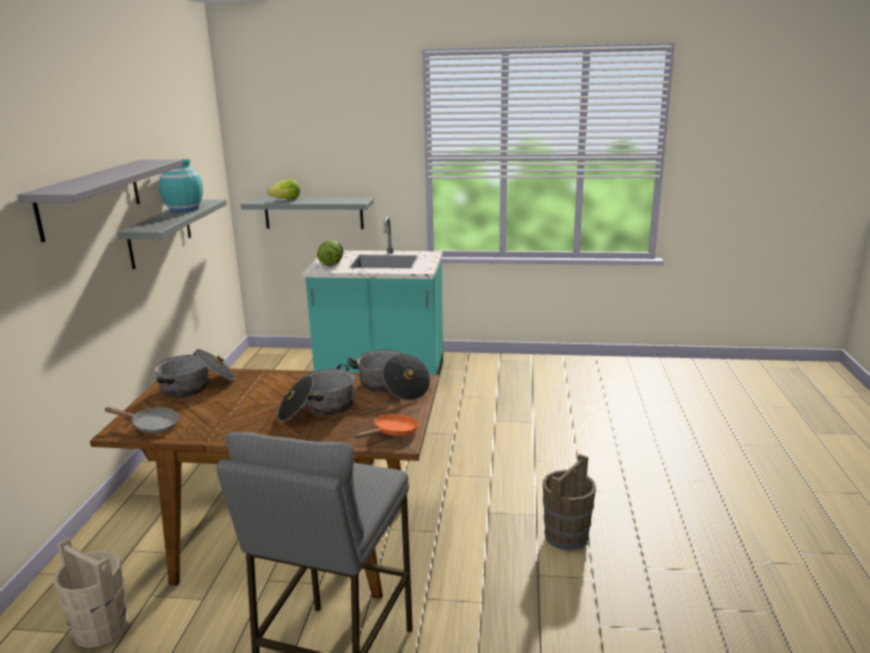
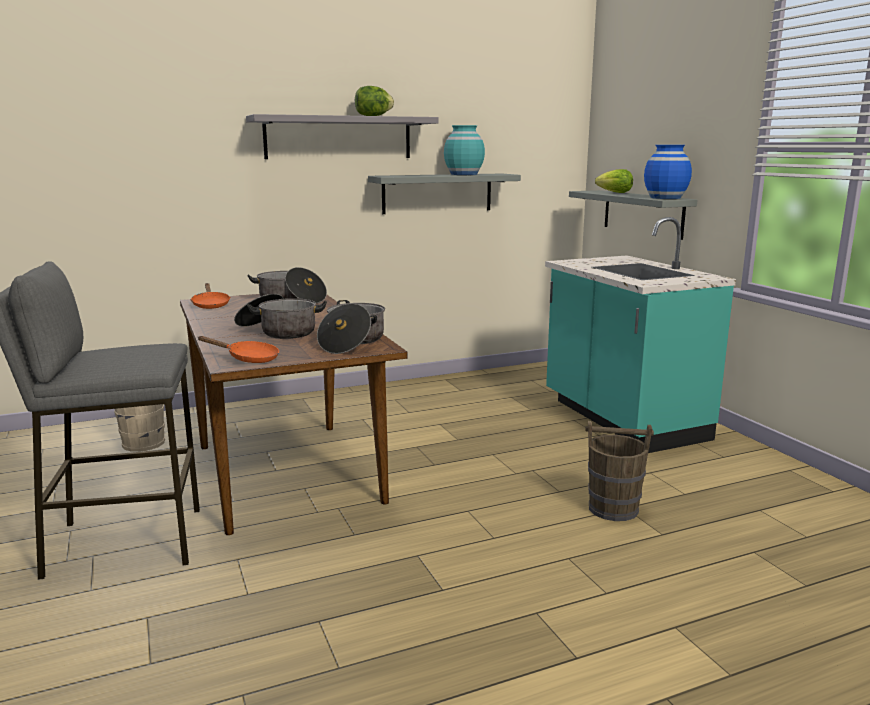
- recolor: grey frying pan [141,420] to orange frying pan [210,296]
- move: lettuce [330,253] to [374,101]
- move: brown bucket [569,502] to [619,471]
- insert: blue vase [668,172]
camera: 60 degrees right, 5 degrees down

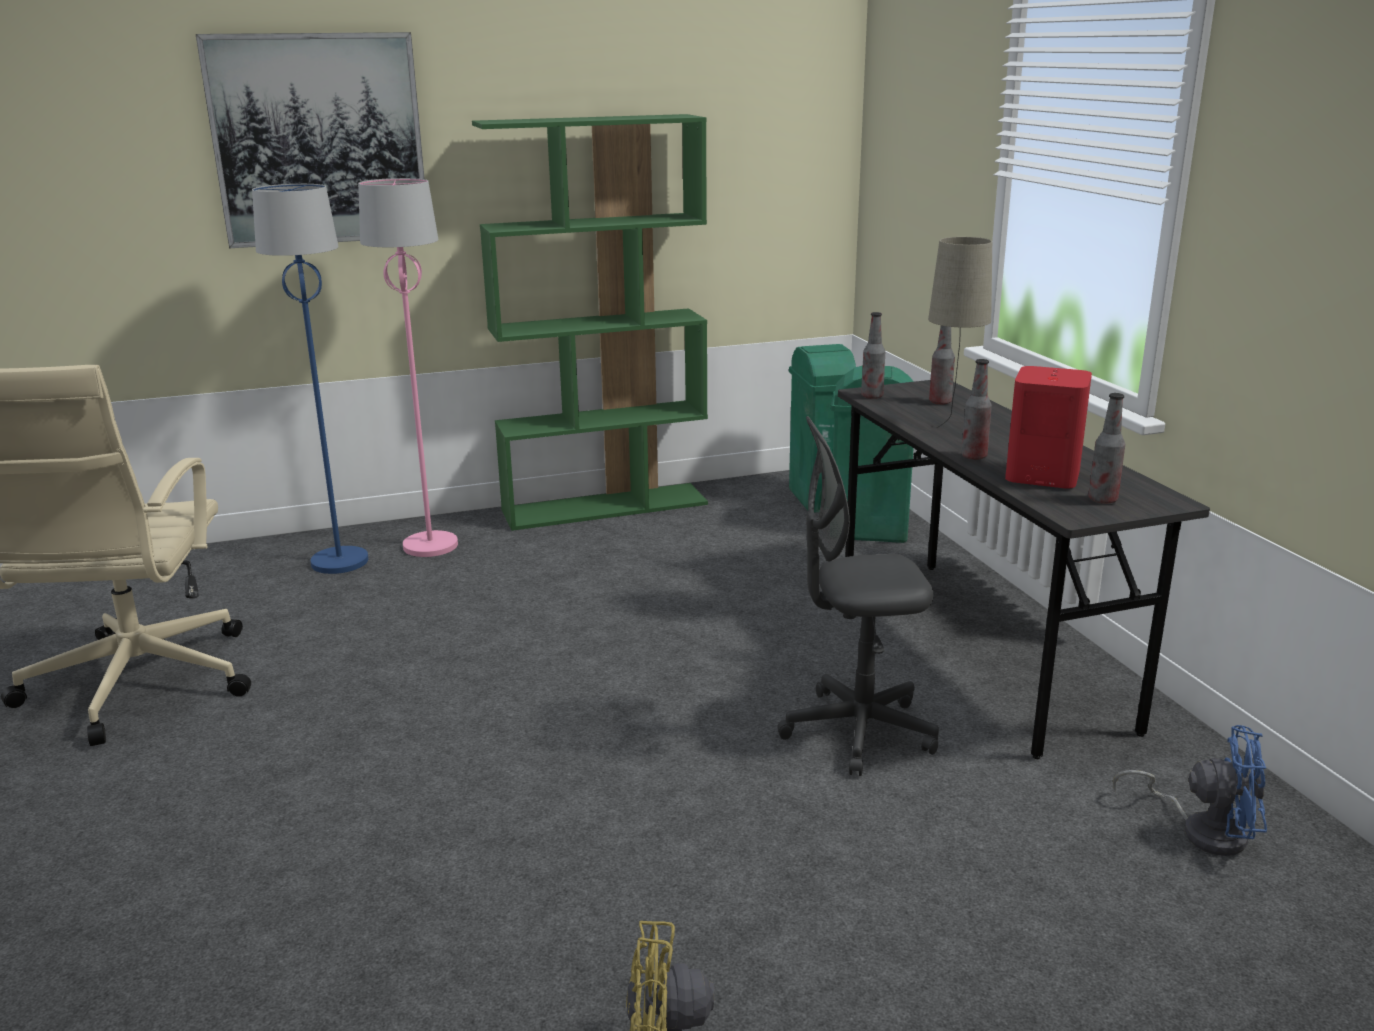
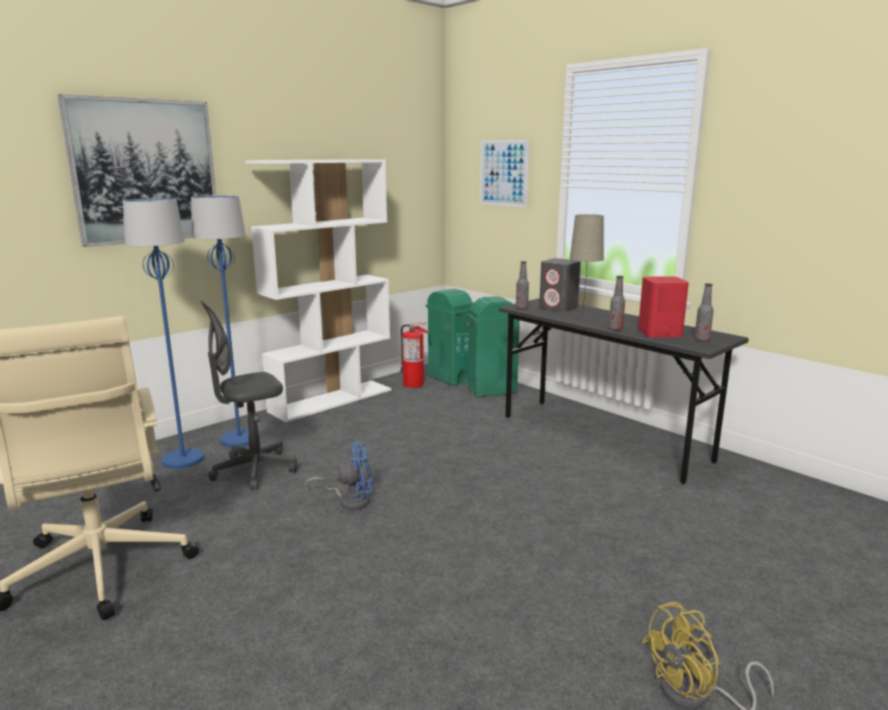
- recolor: pink floor lamp [408,367] to blue floor lamp [220,321]
- move: grey office chair [858,596] to [249,395]
- recolor: green bookcase [590,322] to white bookcase [318,290]
- move: blue fan [1190,790] to [338,476]
- insert: fire extinguisher [414,355]
- insert: picture [505,173]
- replace: bottle [942,365] to grey speaker [560,285]
camera: 25 degrees left, 5 degrees down

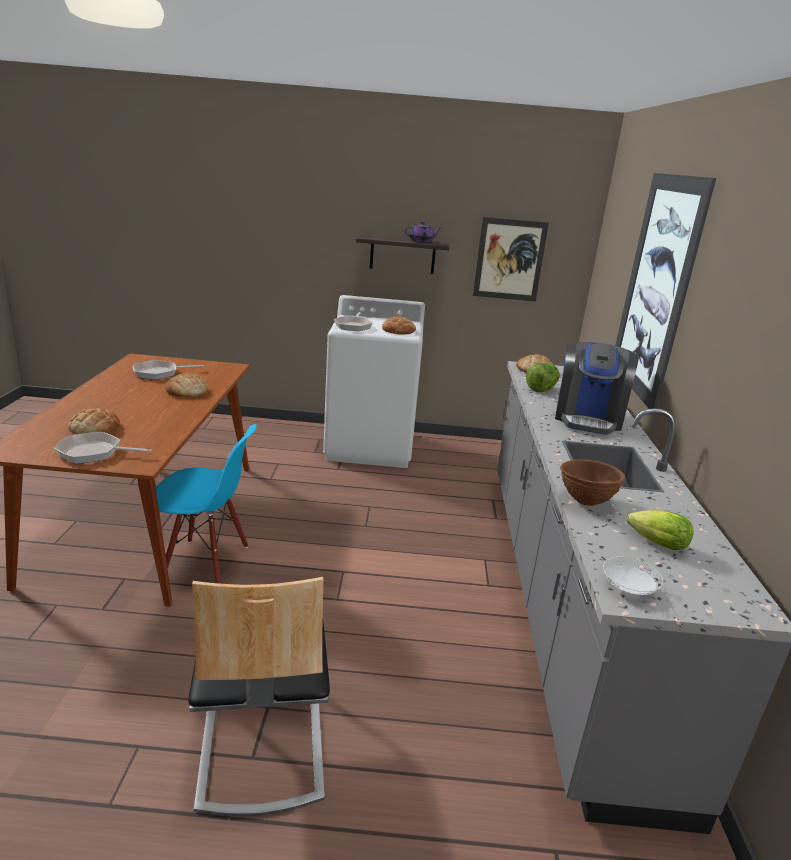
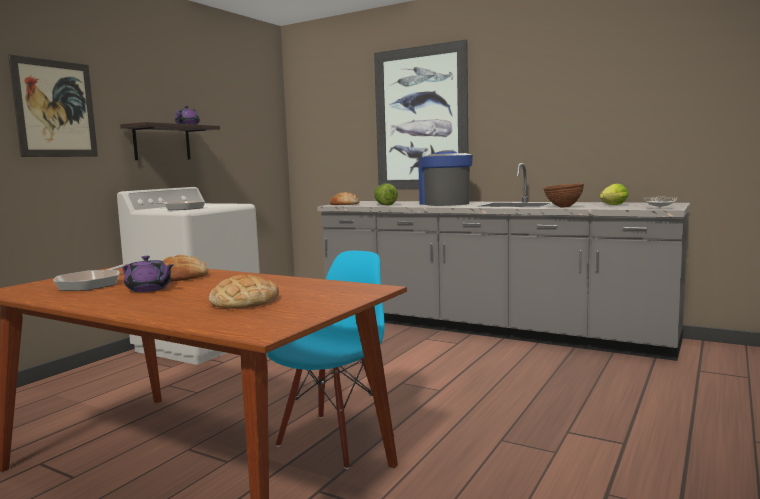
- move: picture [511,259] to [53,105]
- insert: purple teapot [148,274]
- rotate: coffee machine [597,388] = [446,178] 150 degrees counterclockwise
- delete: frying pan [103,448]
- delete: chair [259,696]
- delete: bread [399,325]
camera: 60 degrees left, 15 degrees down

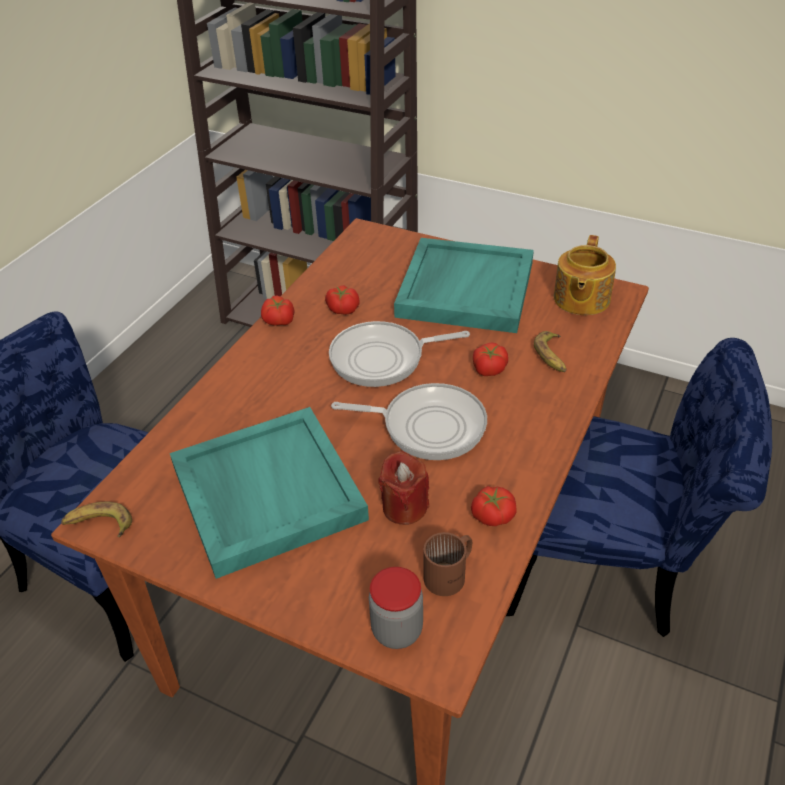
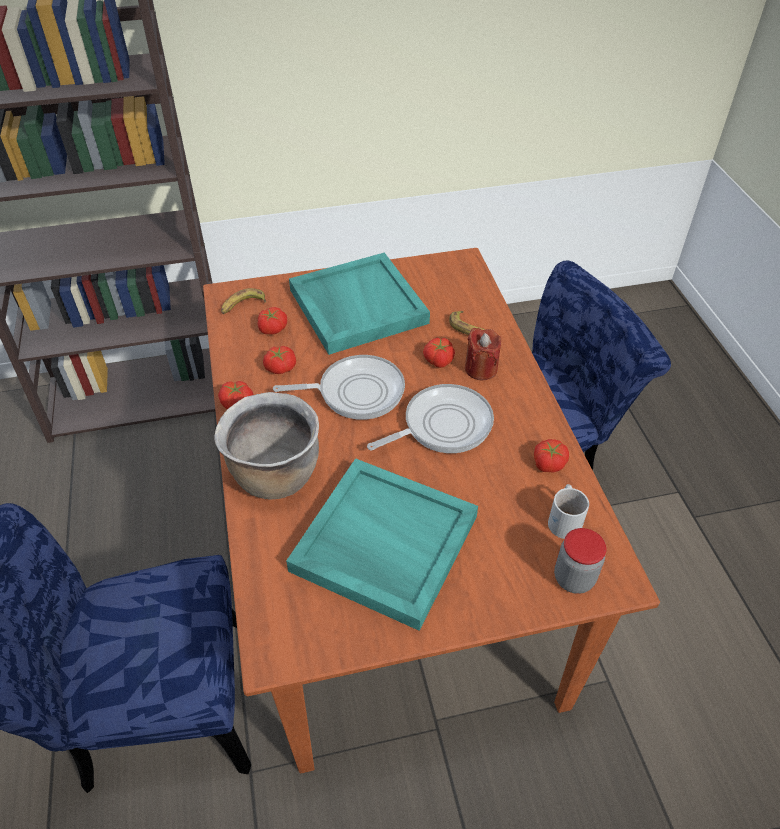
- insert: brown cooking pot [267,446]
- move: banana [96,519] to [243,301]
- insert: tomato [272,321]
- rotate: frying pan [399,354] = [339,387] 135 degrees counterclockwise
- move: red candle [404,488] to [483,354]
- recolor: brown mug [447,564] to white mug [568,511]
- delete: teapot [585,275]
camera: 40 degrees left, 5 degrees up

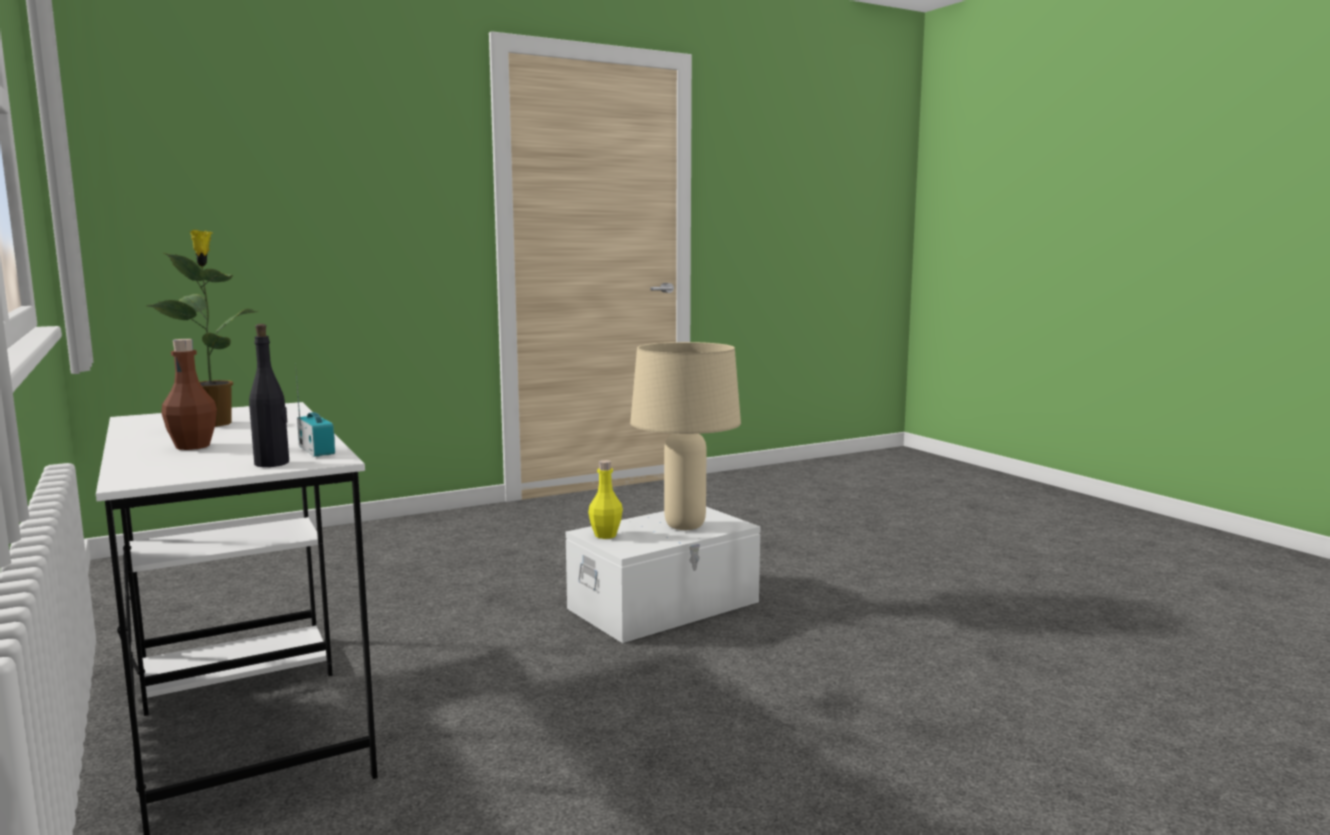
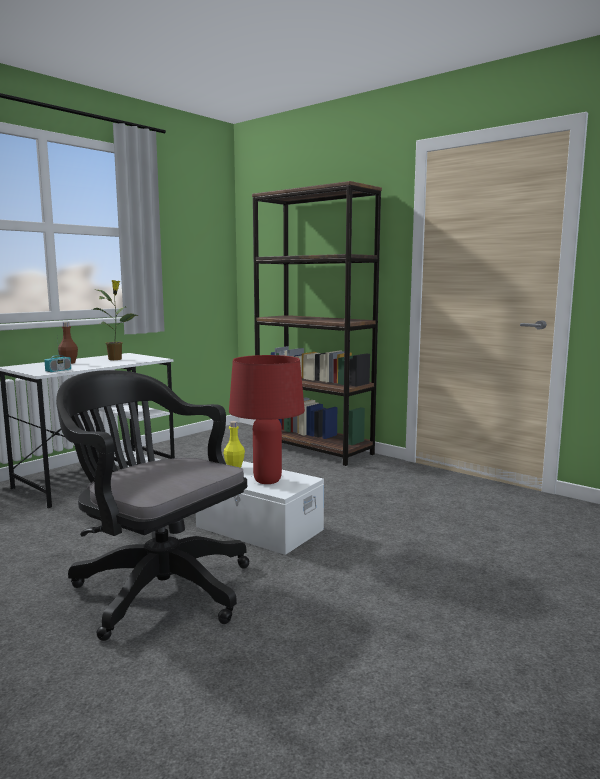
- insert: black office chair [153,505]
- recolor: beige table lamp [685,436] to red table lamp [267,419]
- insert: brown bookcase [317,323]
- delete: black bottle [269,395]
camera: 70 degrees right, 0 degrees up

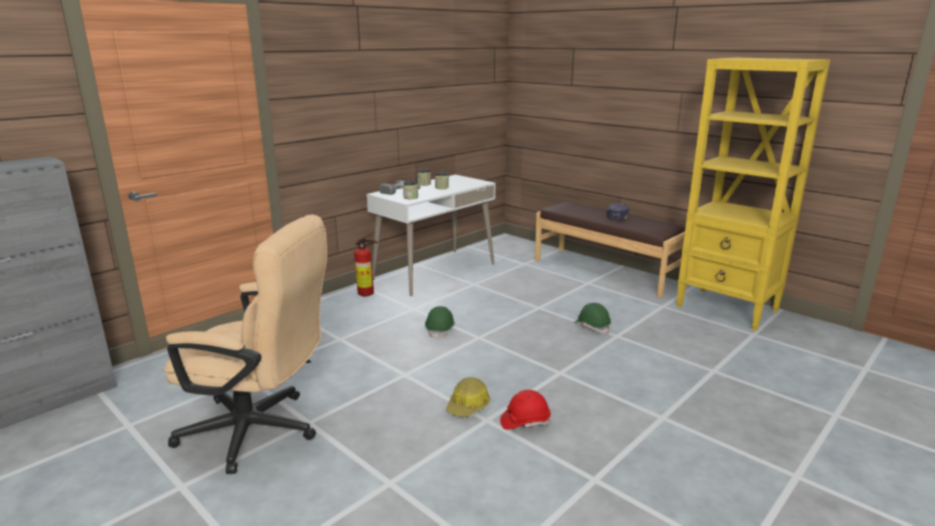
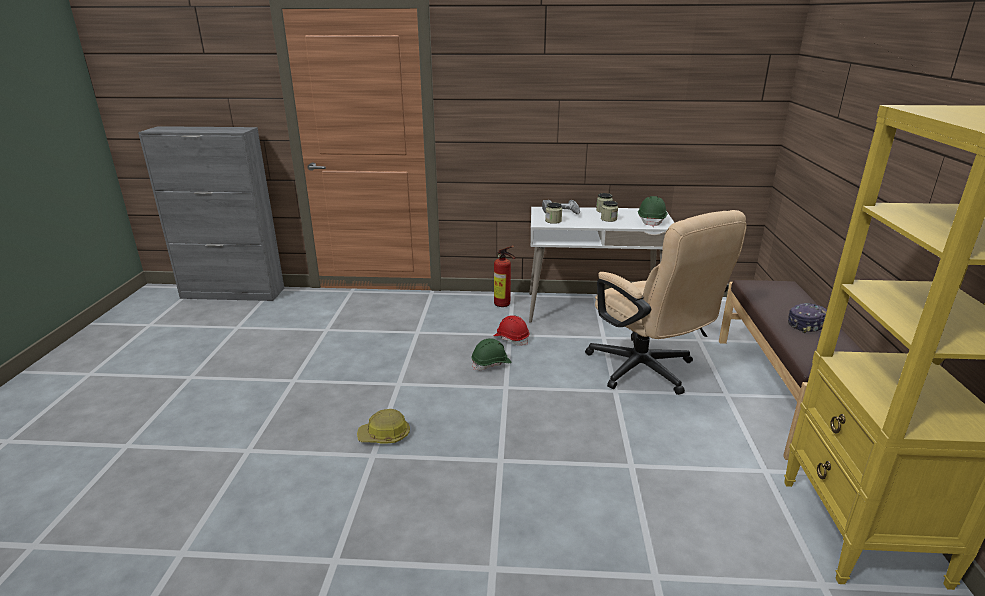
- move: red hard hat [525,410] to [512,330]
- move: beige office chair [245,344] to [666,302]
- move: green hard hat [593,318] to [652,211]
camera: 50 degrees right, 5 degrees up

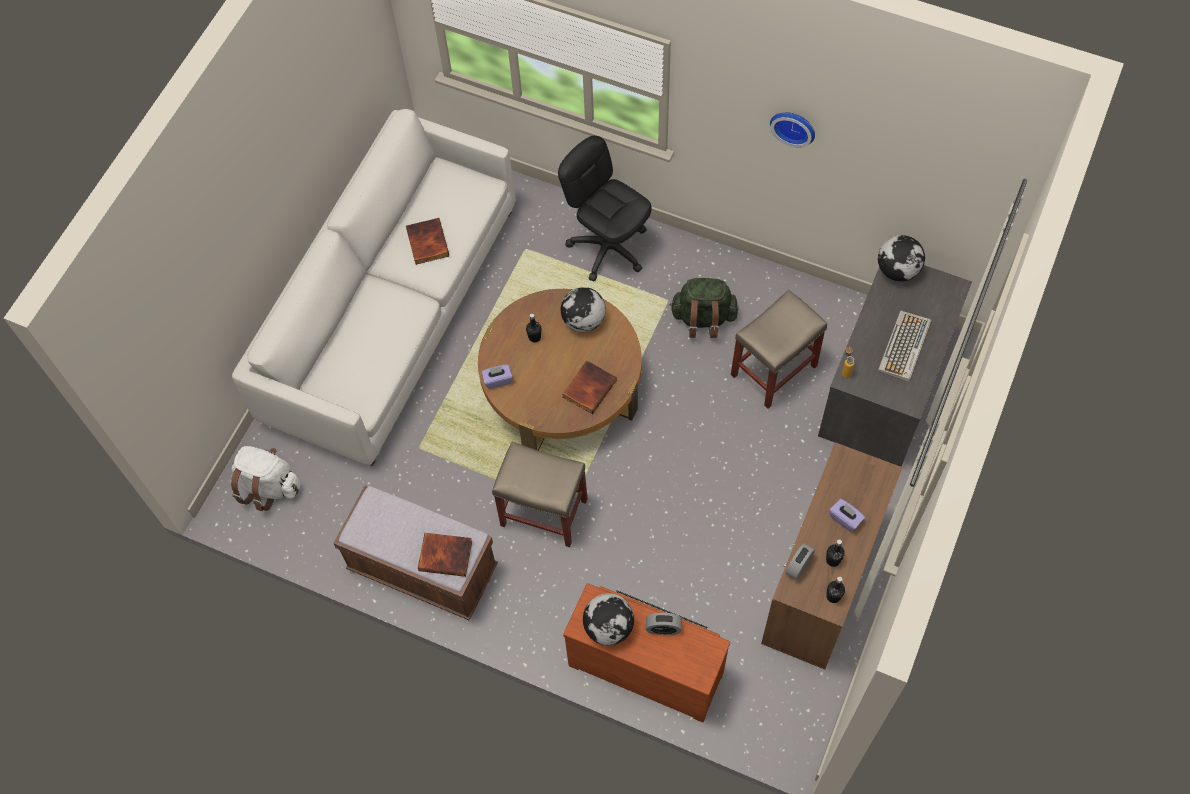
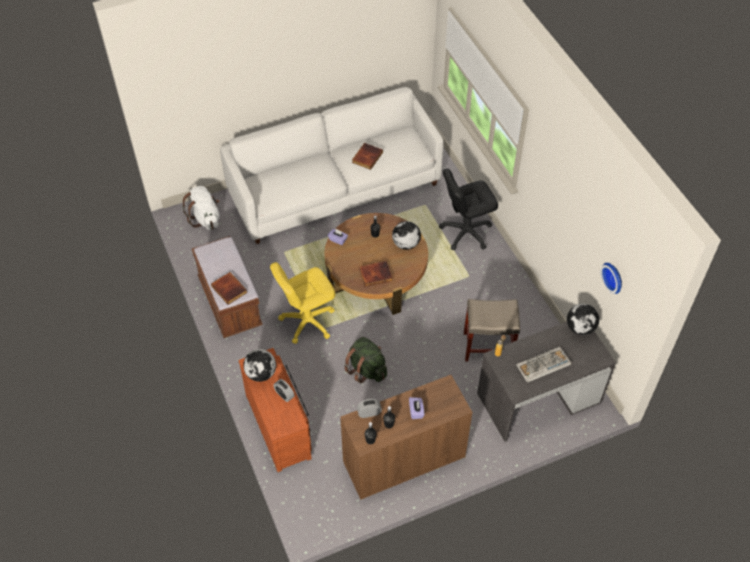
- replace: beige stool [540,494] to yellow office chair [302,303]
- move: green backpack [704,308] to [365,360]
- rotate: black office chair [605,208] = [468,209] 105 degrees counterclockwise
- move: wall clock [792,130] to [611,278]
camera: 40 degrees right, 10 degrees down

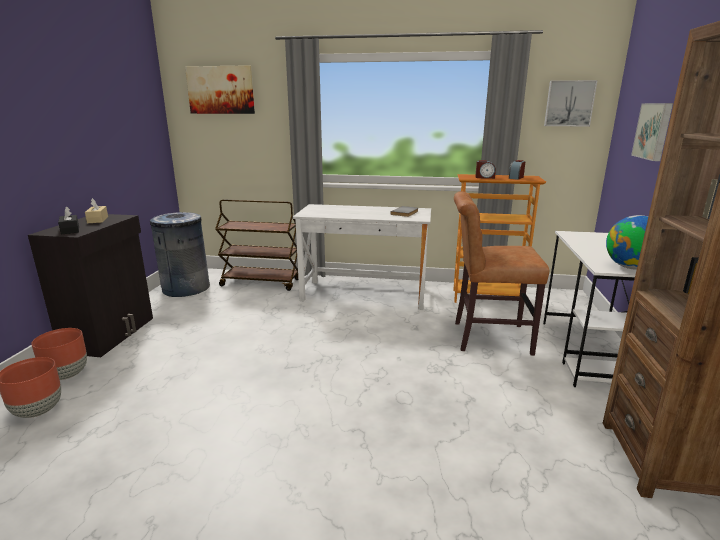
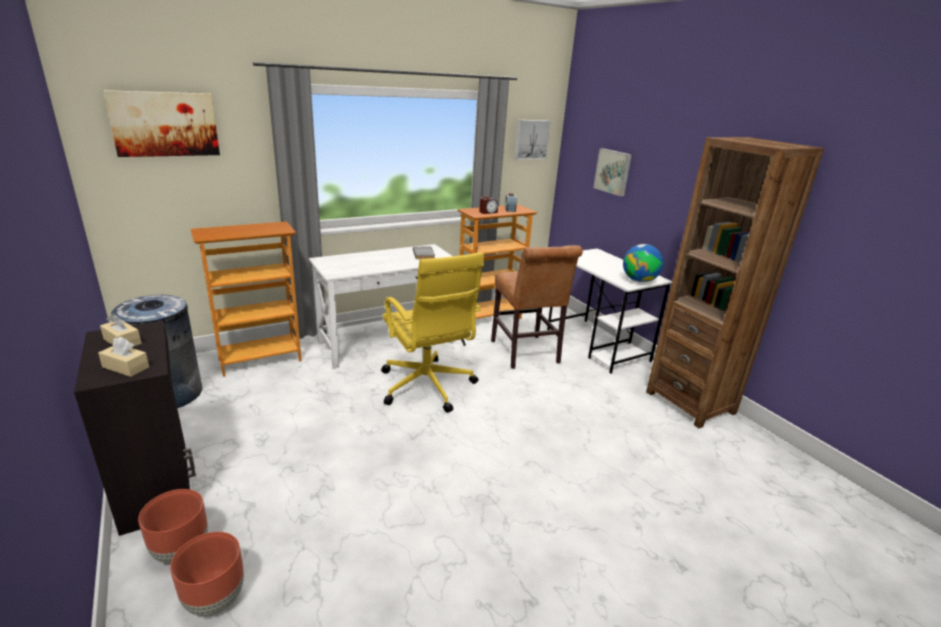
- recolor: black tissue box [68,220] to beige tissue box [123,357]
- replace: brown cart [256,245] to bookcase [246,299]
- insert: yellow office chair [432,332]
- rotate: brown chair [501,273] = [537,307] 75 degrees counterclockwise
camera: 40 degrees left, 5 degrees up

